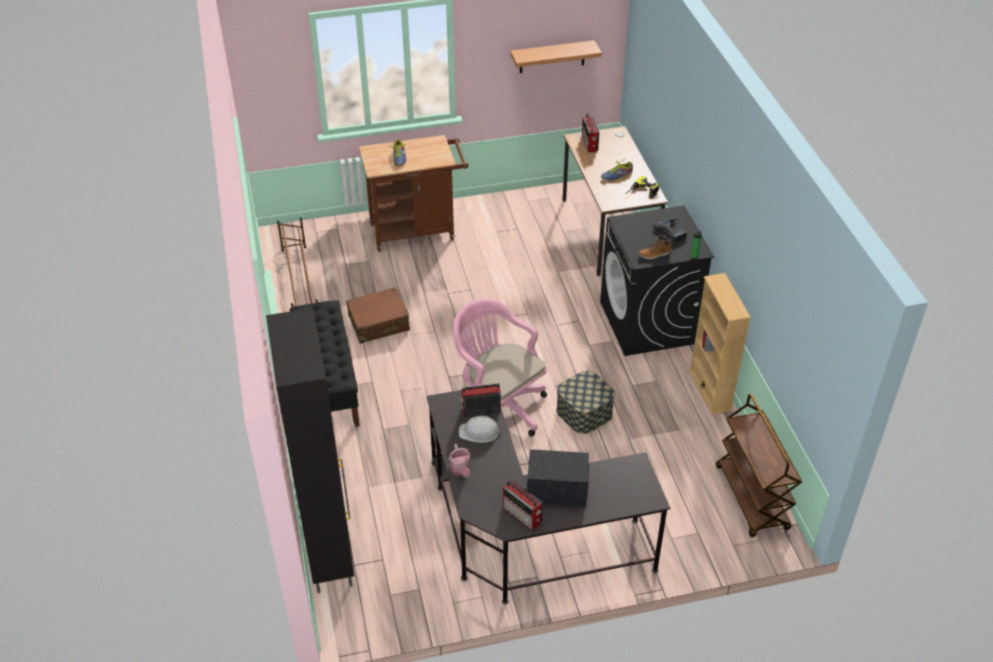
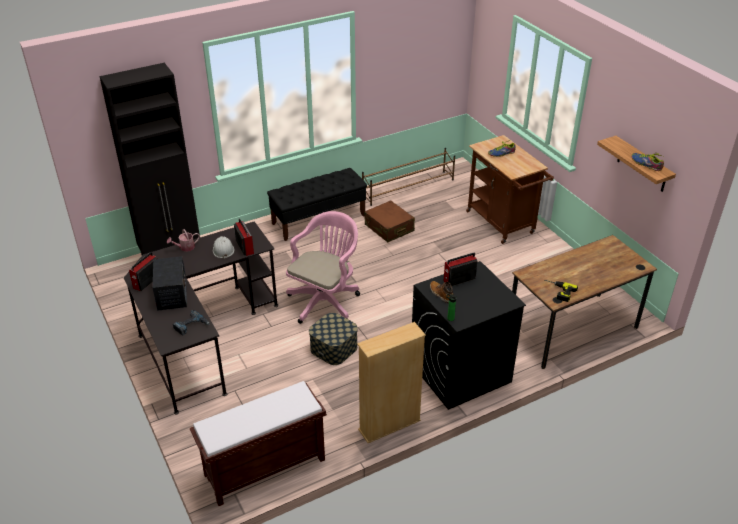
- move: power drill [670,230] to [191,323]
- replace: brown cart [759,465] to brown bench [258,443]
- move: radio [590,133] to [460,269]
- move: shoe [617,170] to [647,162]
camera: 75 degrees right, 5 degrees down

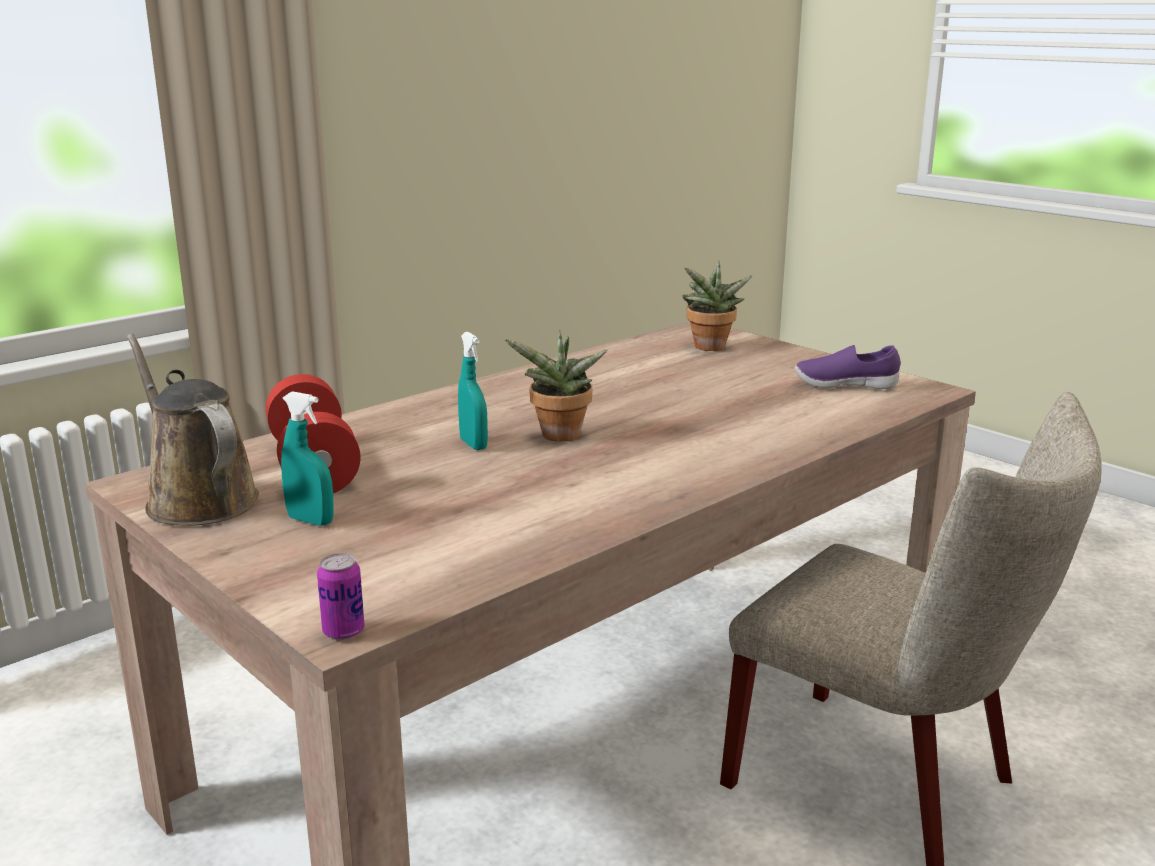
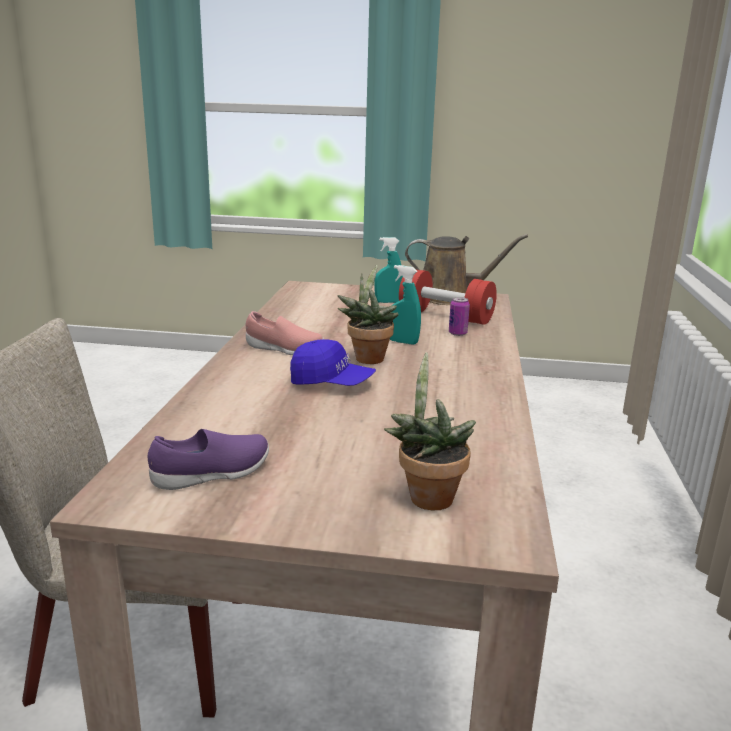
- insert: pink shoe [285,333]
- insert: blue cap [333,362]
- move: can [341,596] to [459,316]
camera: 140 degrees right, 0 degrees up

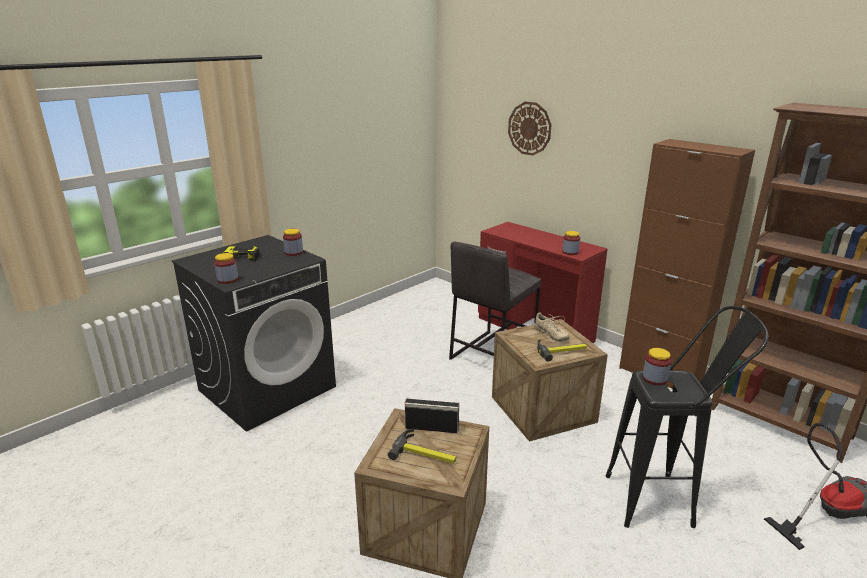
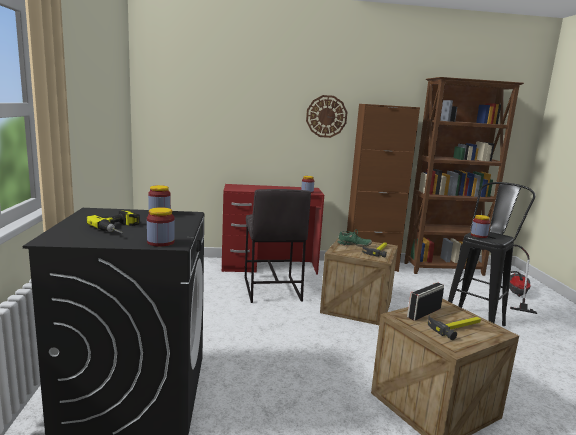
- move: wall clock [530,128] to [326,116]
- recolor: beige shoe [552,326] to green shoe [354,238]
camera: 50 degrees left, 10 degrees down

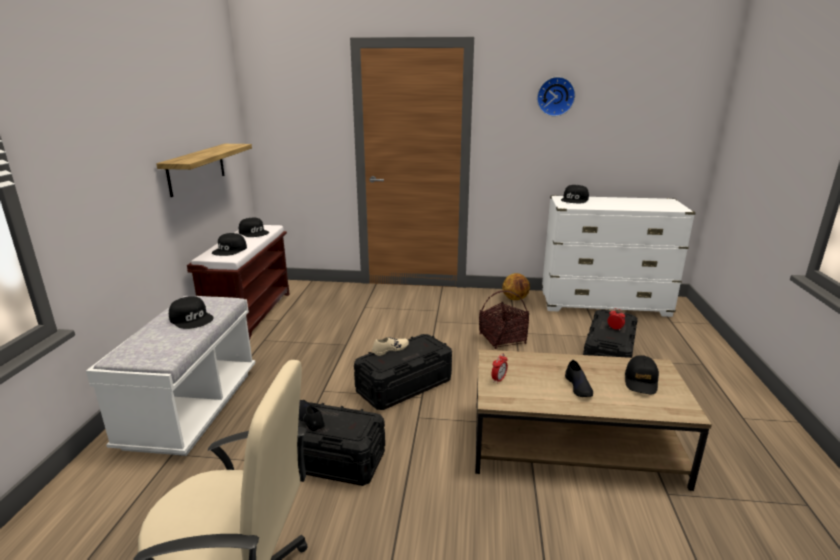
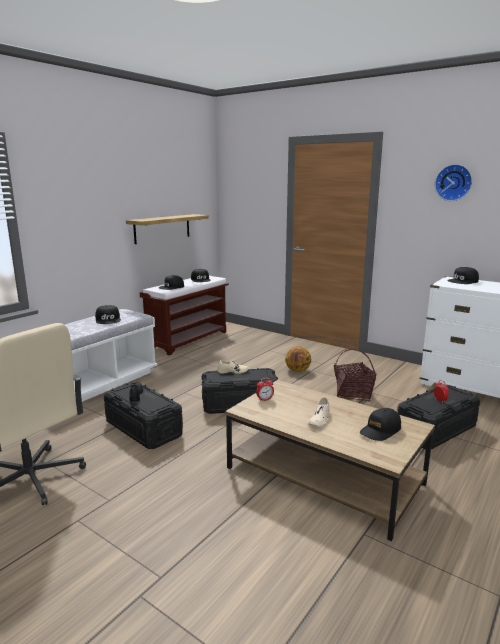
- move: basketball [516,286] to [298,359]
- recolor: black shoe [579,378] to beige shoe [319,412]
camera: 30 degrees right, 5 degrees down

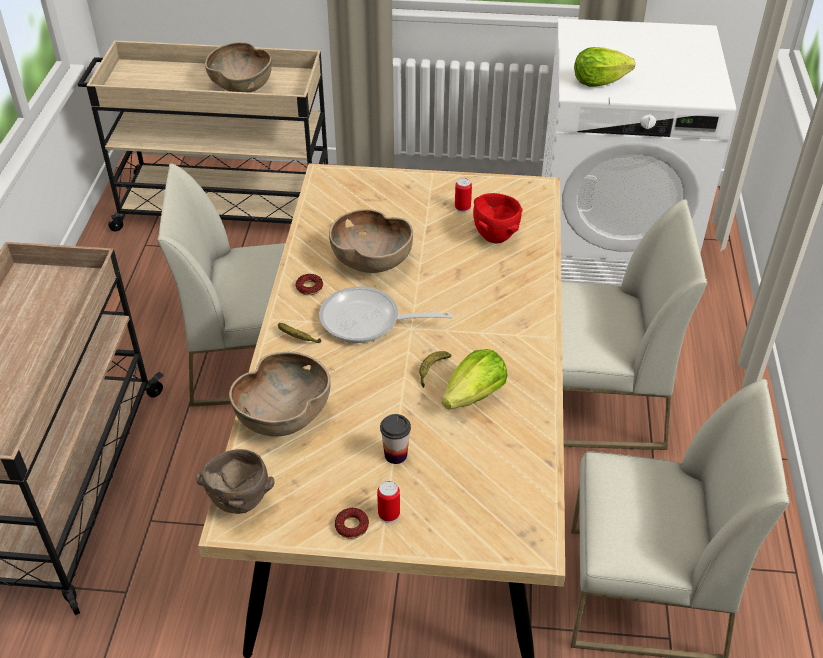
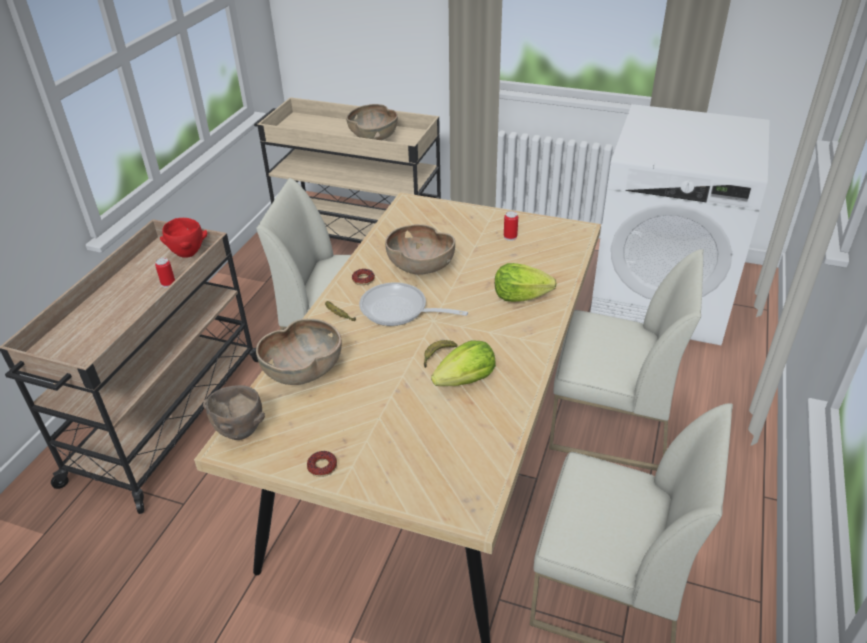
- move: can [388,502] to [165,273]
- move: red bowl [498,218] to [183,238]
- move: lettuce [604,67] to [526,282]
- delete: cup [395,439]
camera: 15 degrees right, 5 degrees down

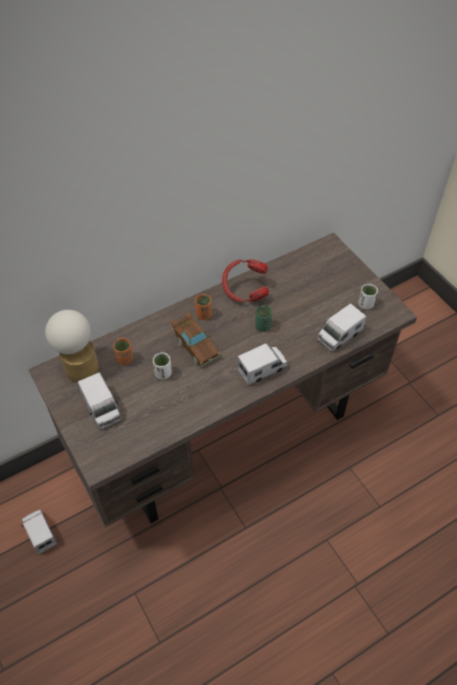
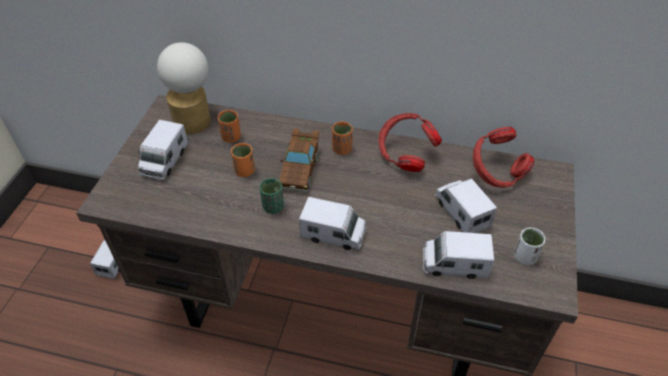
- recolor: white cup [162,366] to orange cup [243,160]
- move: green cup [263,318] to [272,196]
- insert: toy truck [466,205]
- insert: red headphones [503,157]
camera: 45 degrees right, 5 degrees down

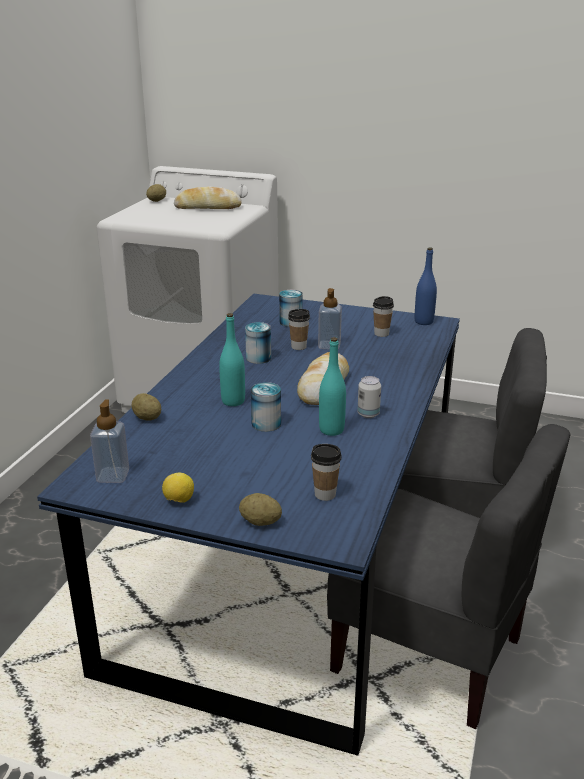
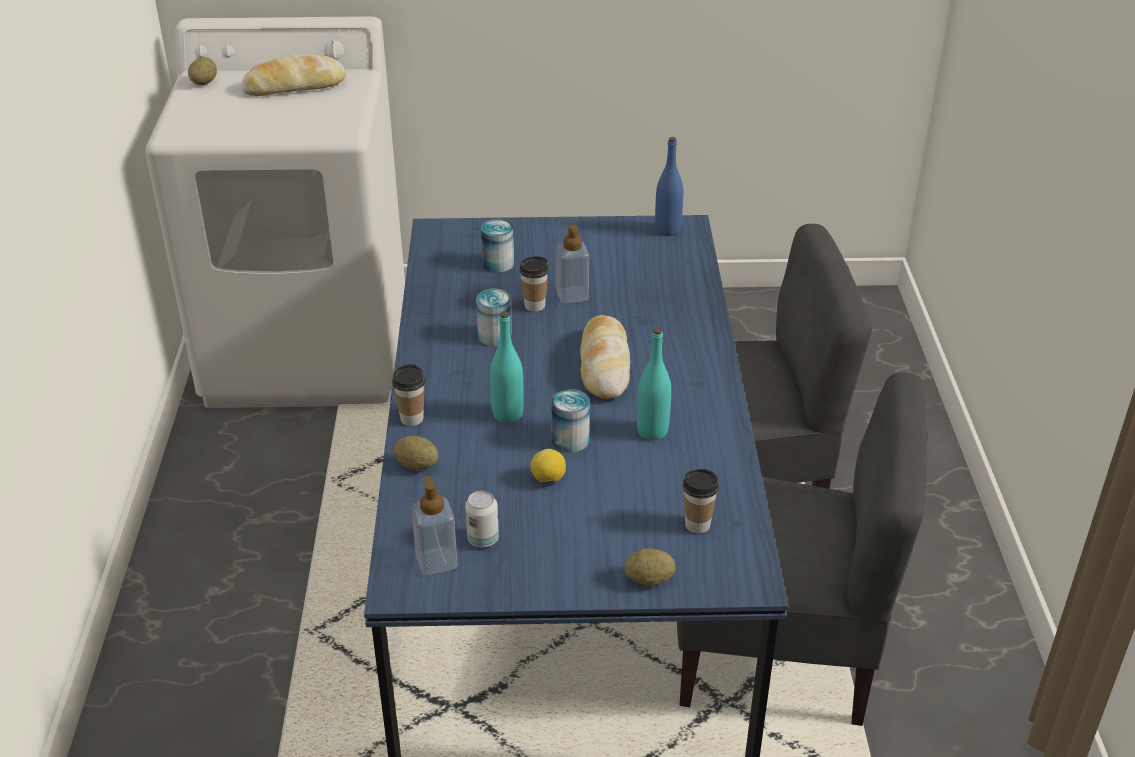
- move: cup [383,316] to [408,395]
- move: can [369,397] to [482,519]
- move: lemon [178,488] to [548,465]
camera: 20 degrees left, 10 degrees up

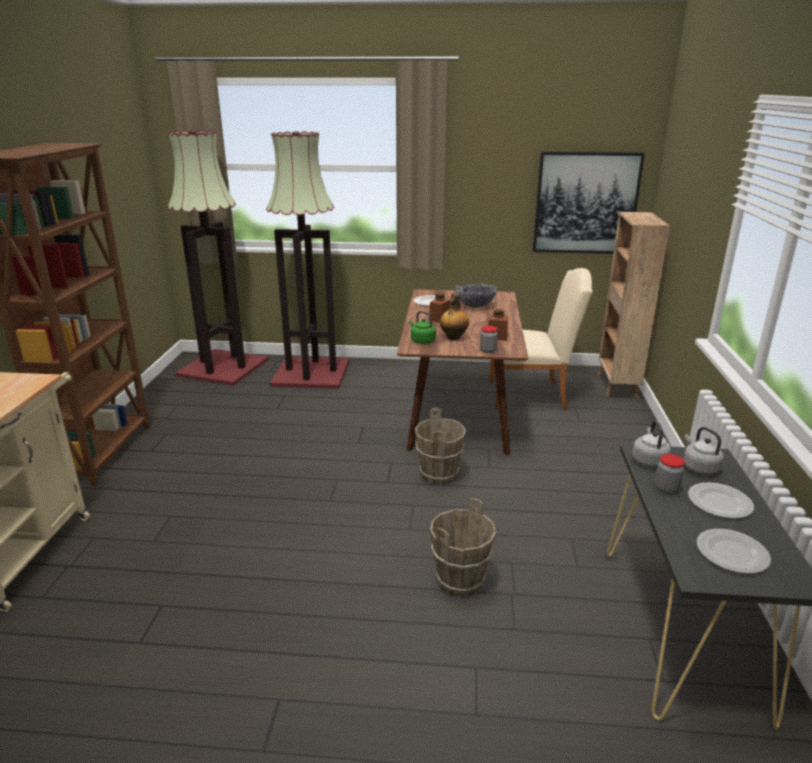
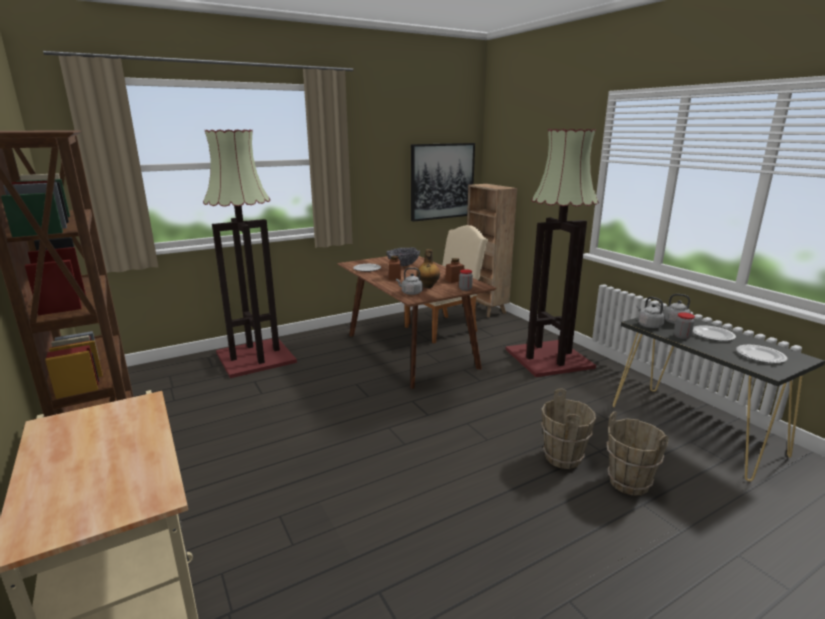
- recolor: green kettle [422,327] to grey kettle [409,281]
- move: floor lamp [218,258] to [552,253]
- move: brown bucket [440,446] to [638,453]
camera: 35 degrees left, 5 degrees down

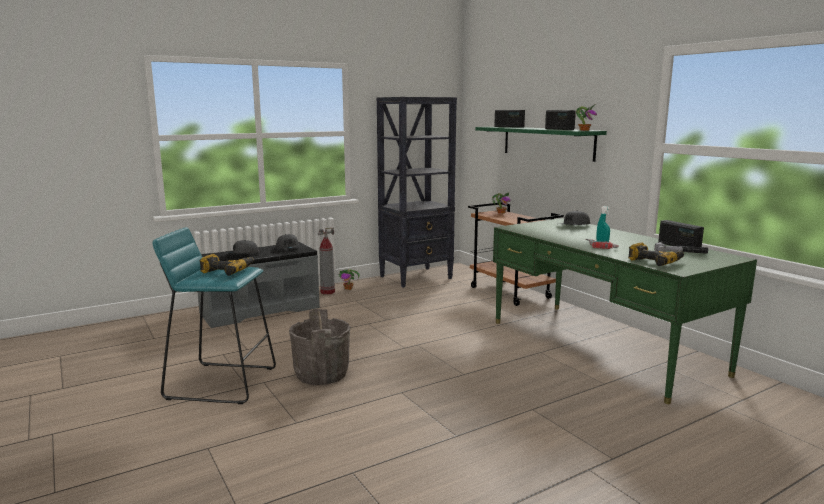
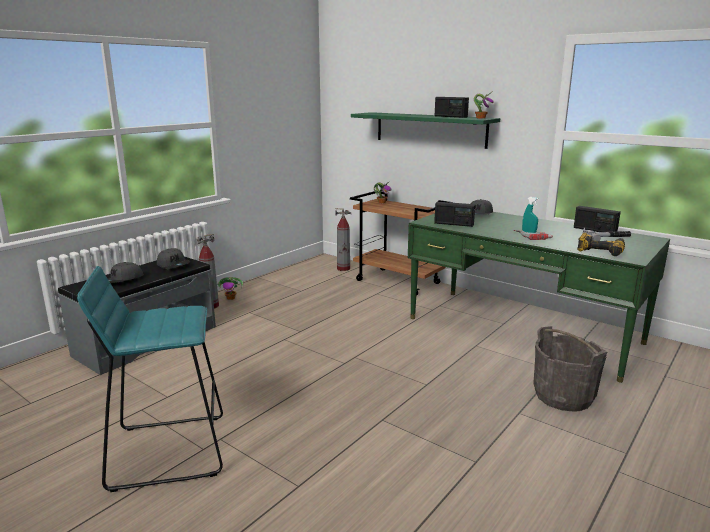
- insert: fire extinguisher [343,239]
- move: radio [509,119] to [454,214]
- move: grey bucket [319,347] to [571,369]
- delete: power drill [226,265]
- delete: black bookcase [417,192]
camera: 20 degrees left, 5 degrees up

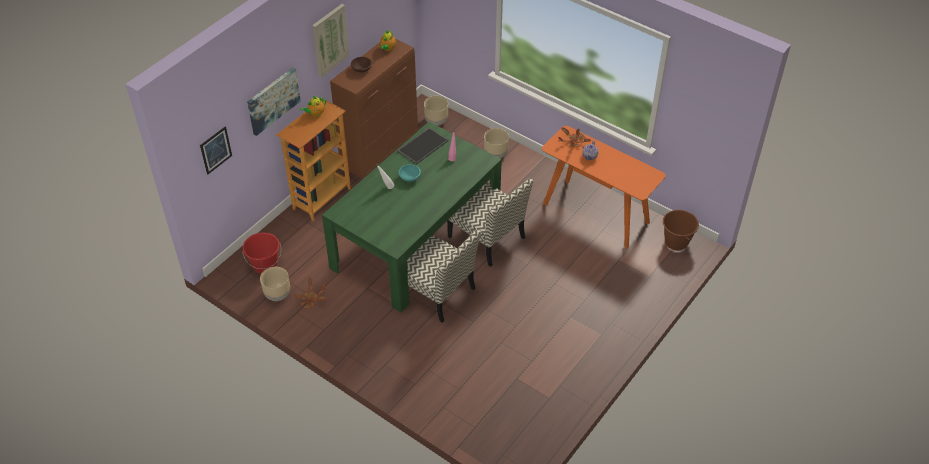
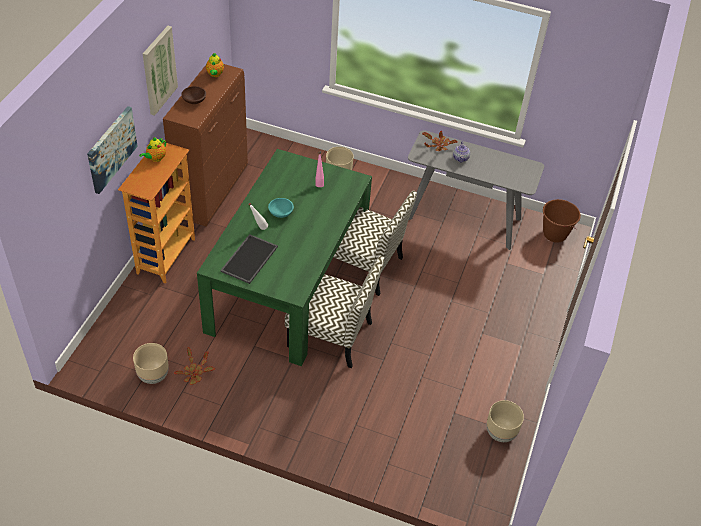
- move: tray [423,146] to [249,259]
- recolor: orange console table [604,187] to grey console table [476,190]
- move: beige planter [436,111] to [505,421]
- delete: picture [216,150]
- delete: red bucket [261,253]
camera: 20 degrees left, 0 degrees up

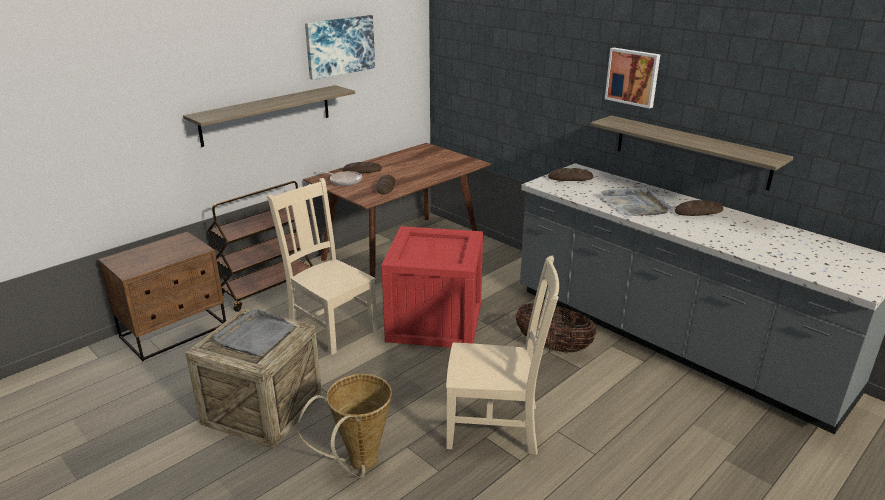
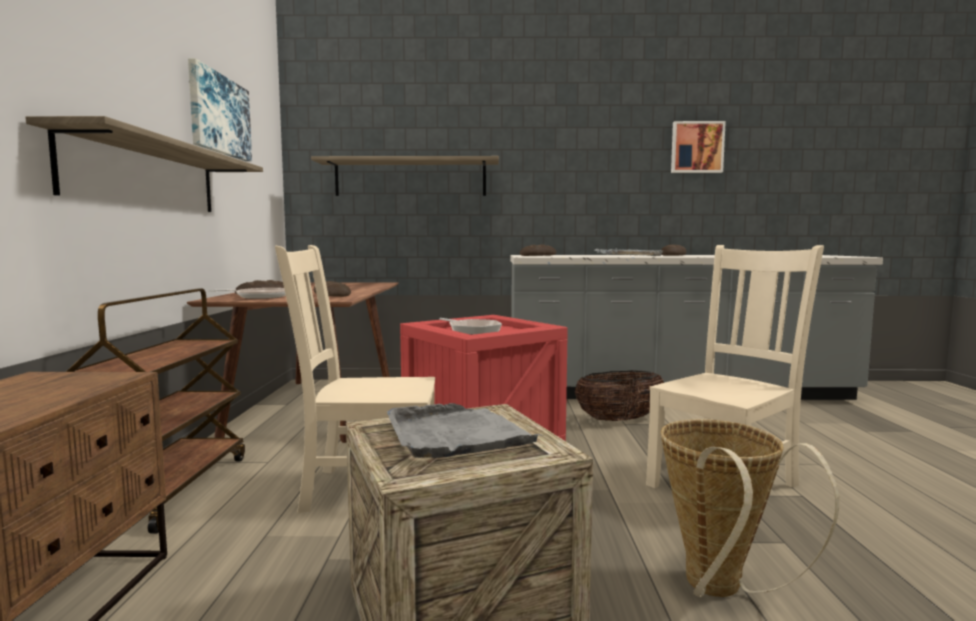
- move: shelf [691,153] to [405,176]
- insert: frying pan [470,326]
- move: picture [632,78] to [698,147]
camera: 45 degrees left, 20 degrees down

